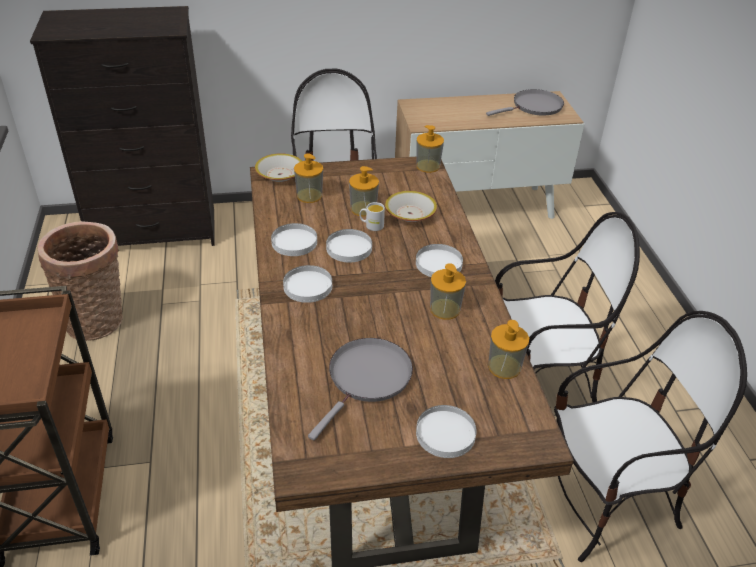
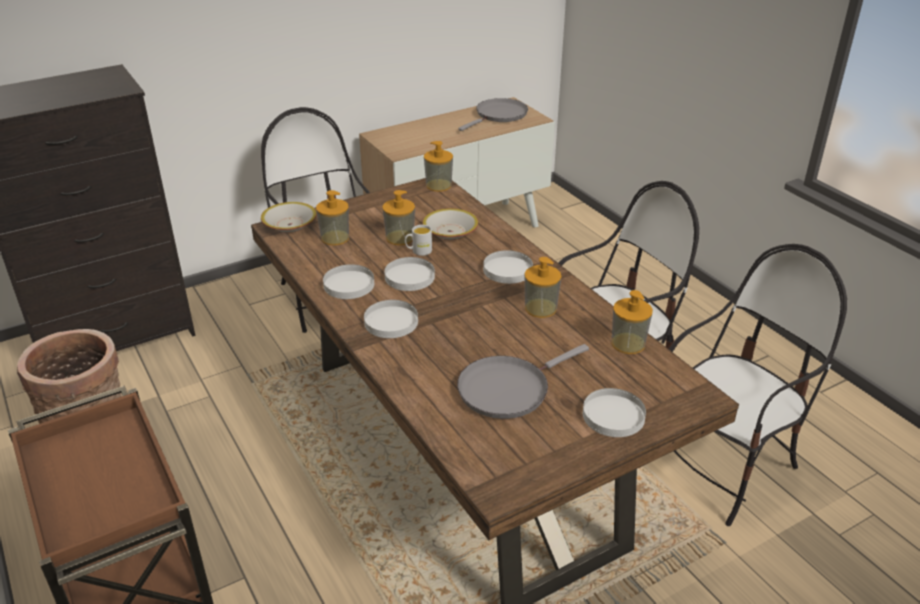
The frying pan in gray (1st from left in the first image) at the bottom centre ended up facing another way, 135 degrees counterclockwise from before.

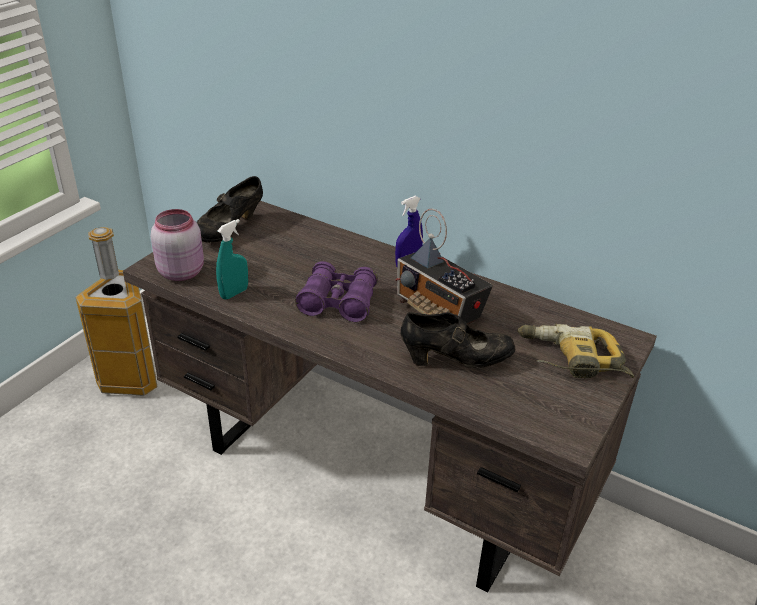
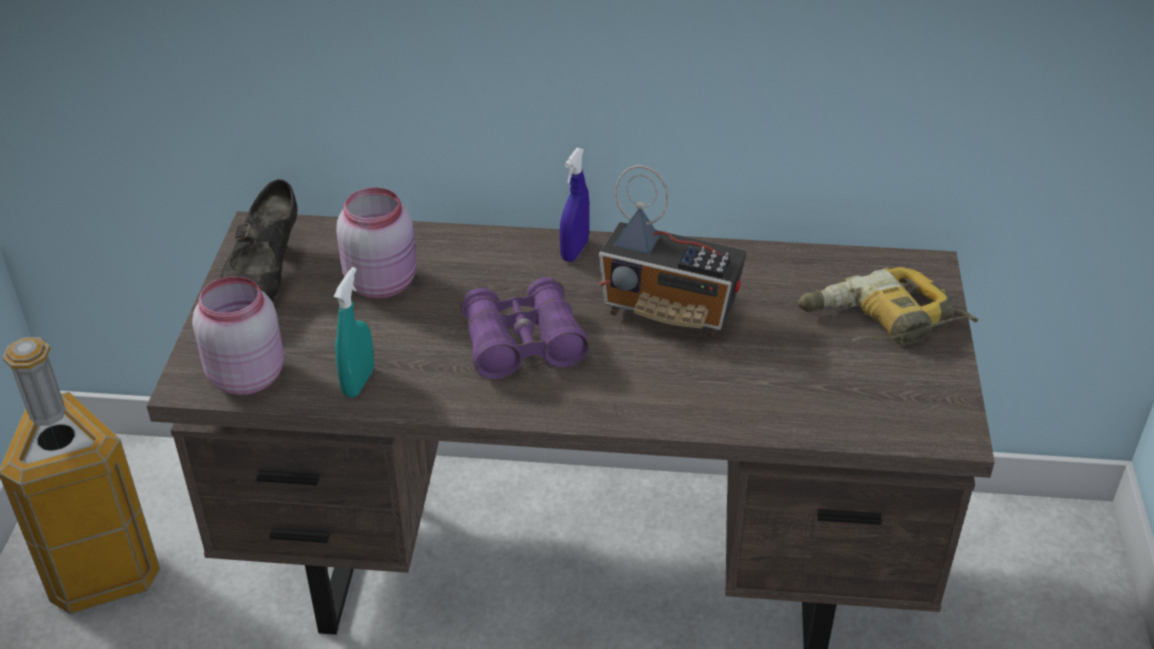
The second view gained the storage jar in pinkish (2nd from left) at the middle left. The second view lost the low shoe in black (2nd from left) at the centre.

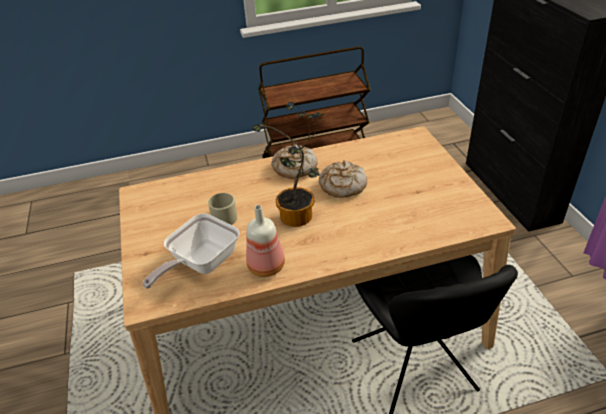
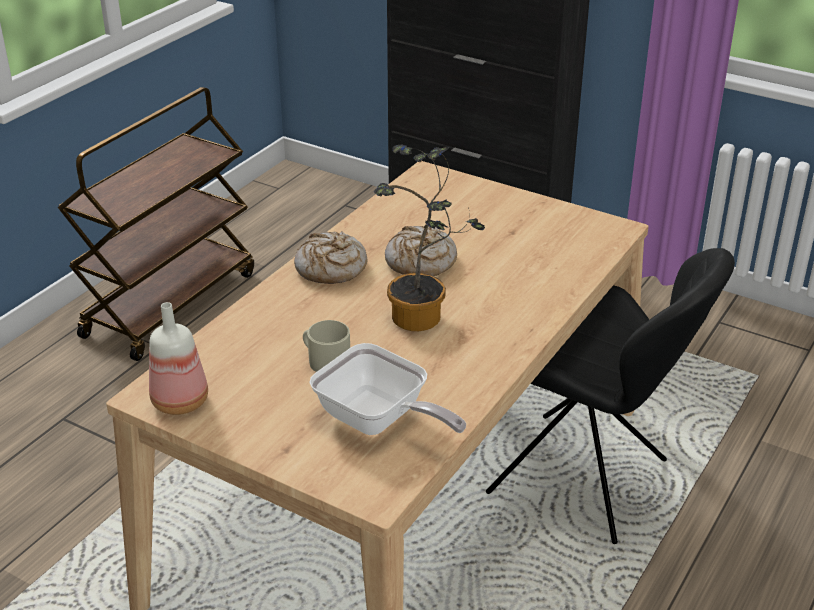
The beverage bottle ended up elsewhere, having gone from the centre to the middle left. The frying pan at the middle left ended up facing another way, 45 degrees counterclockwise from before.

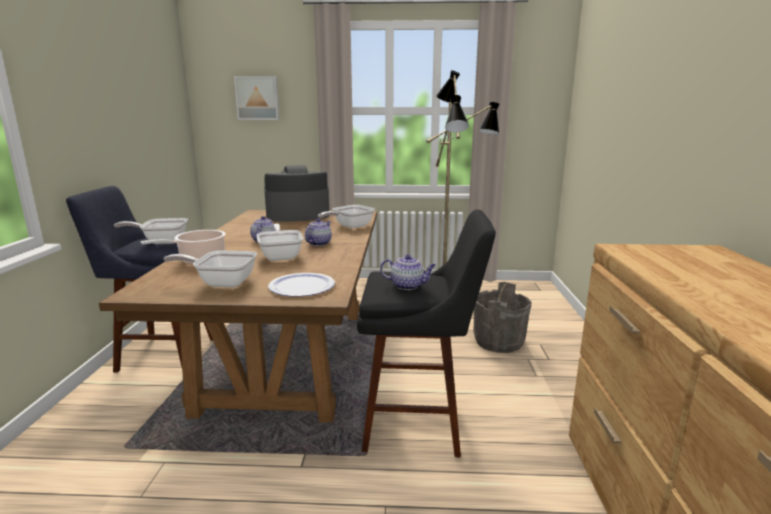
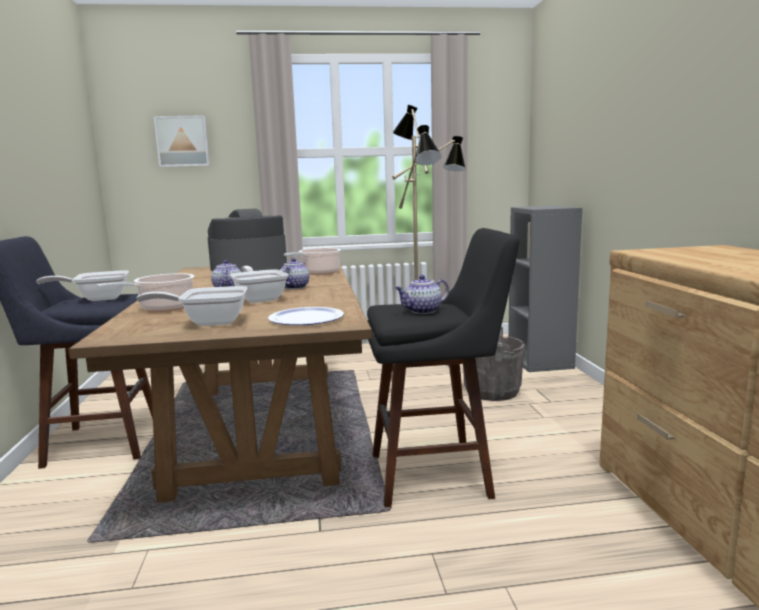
Where the frying pan (4th from left) stood at the centre, the saucepot (2nd from left) came to stand at the centre. The teapot (3rd from left) at the centre ended up facing another way, 150 degrees clockwise from before. The second view gained the shelving unit in gray at the middle right.

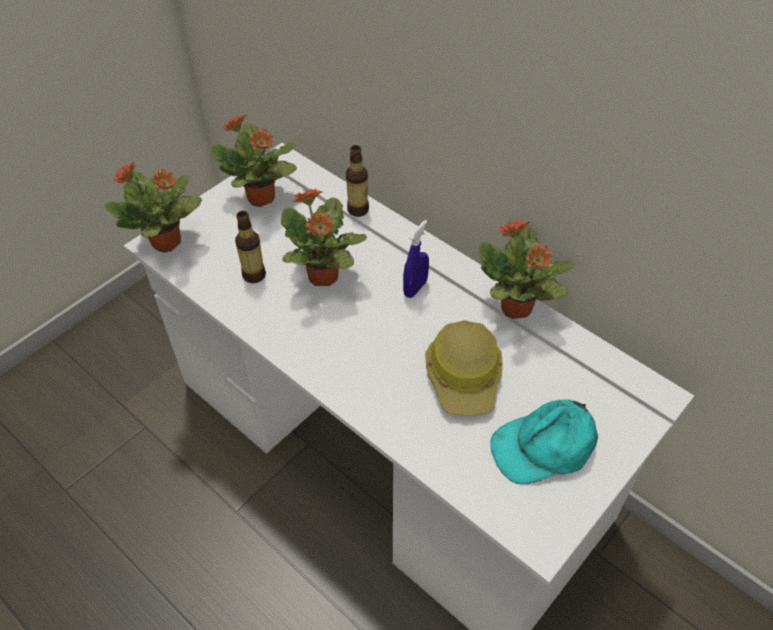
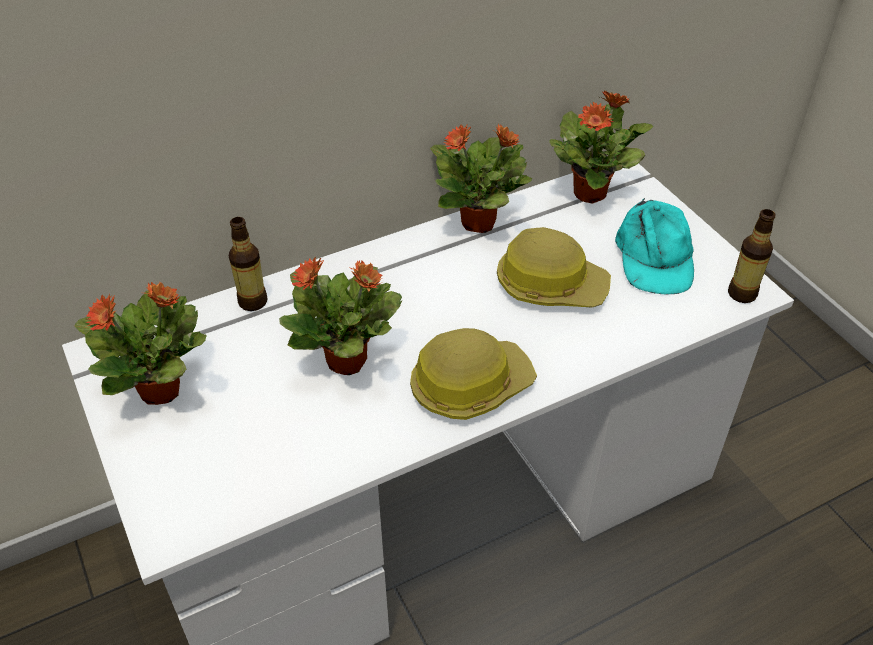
The second view gained the work helmet (1st from left) at the centre. The potted plant (1st from left in the first image) ended up elsewhere, having gone from the top left to the top right. The beverage bottle (1st from left in the first image) ended up elsewhere, having gone from the middle left to the middle right. The second view lost the spray bottle in blue-coloured at the centre.

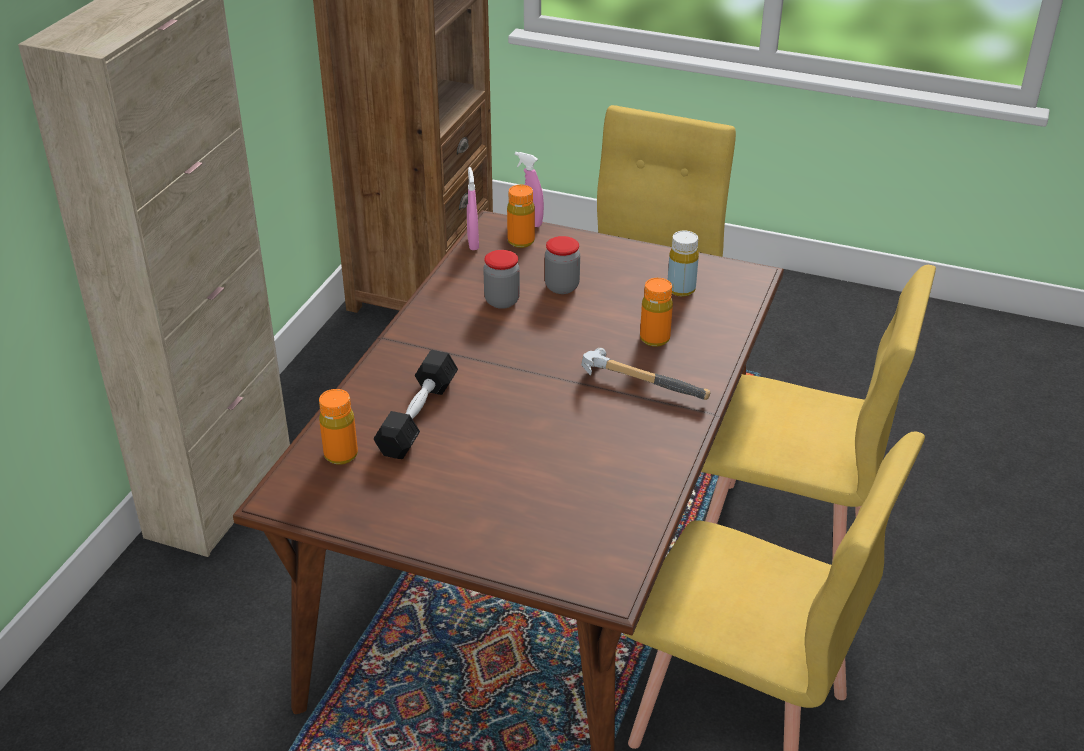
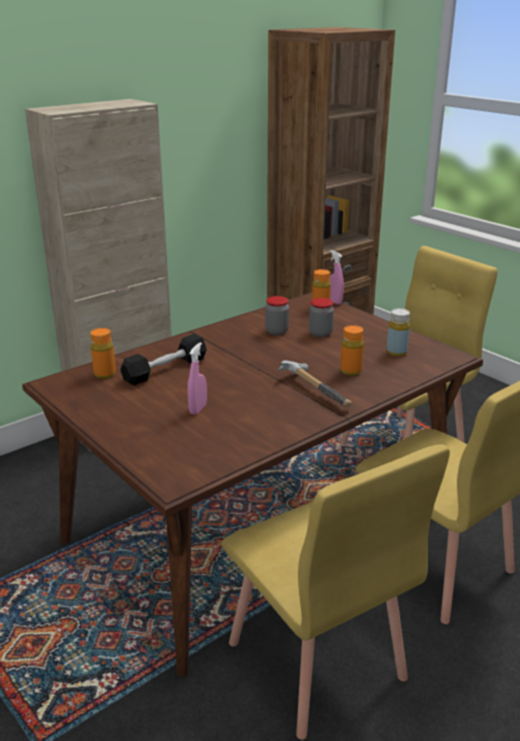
The spray bottle in pinkish (1st from left) ended up elsewhere, having gone from the top centre to the centre.

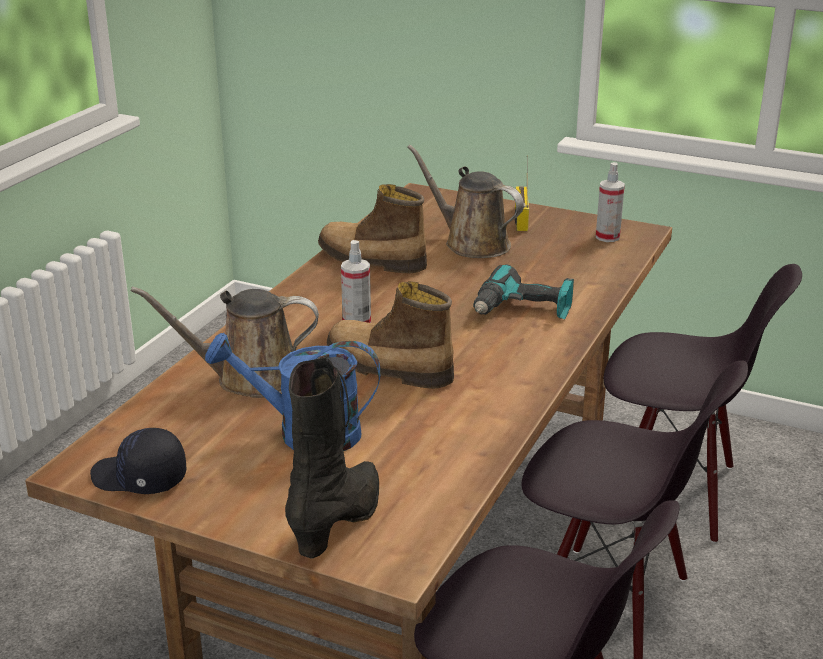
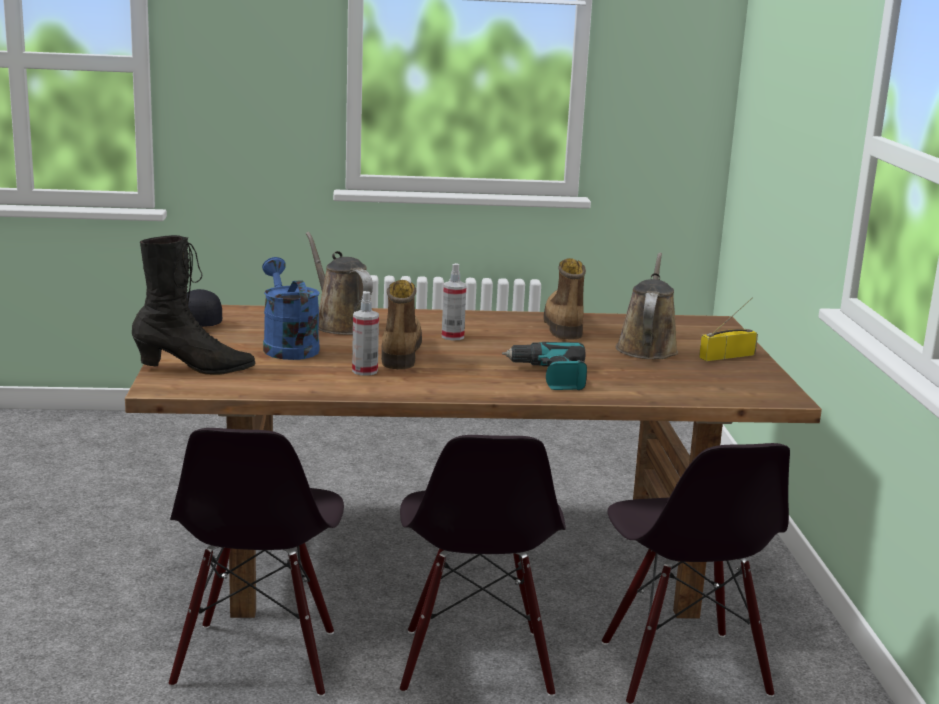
The spray bottle (2nd from left in the first image) ended up elsewhere, having gone from the top right to the centre.

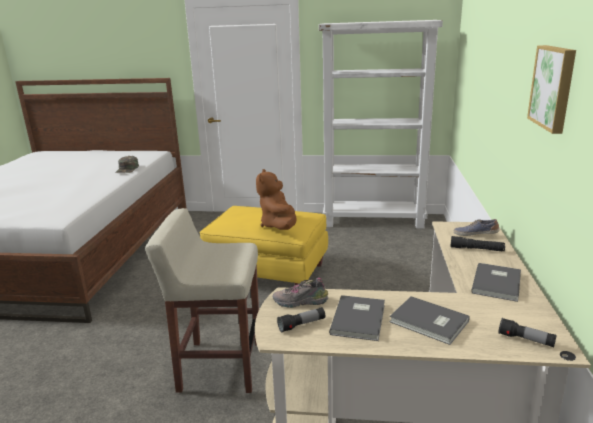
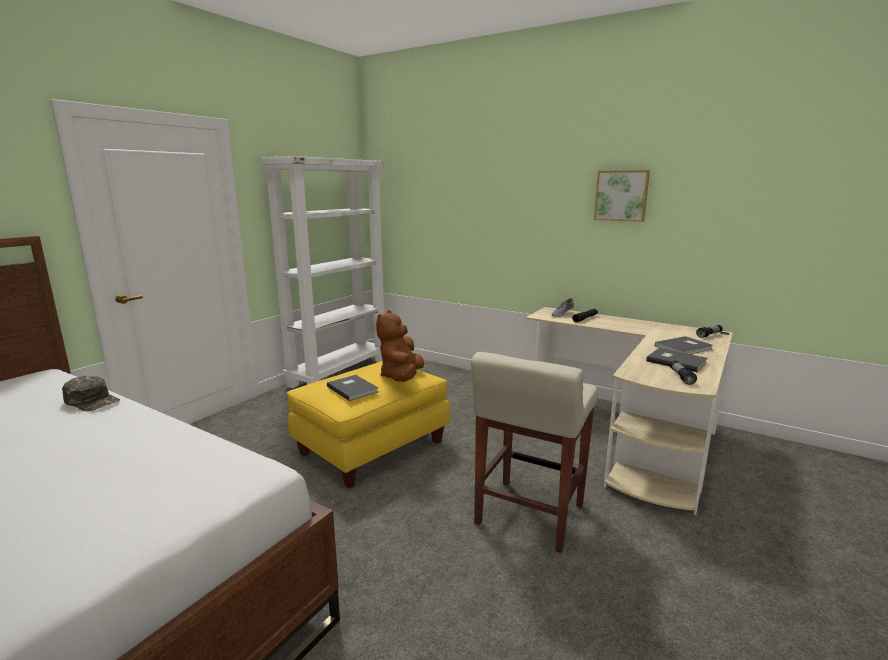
The book in gray (3rd from left in the first image) ended up elsewhere, having gone from the bottom right to the centre. The plush toy in brown at the centre ended up facing another way, 75 degrees clockwise from before. The second view lost the low shoe (1st from left) at the bottom centre.

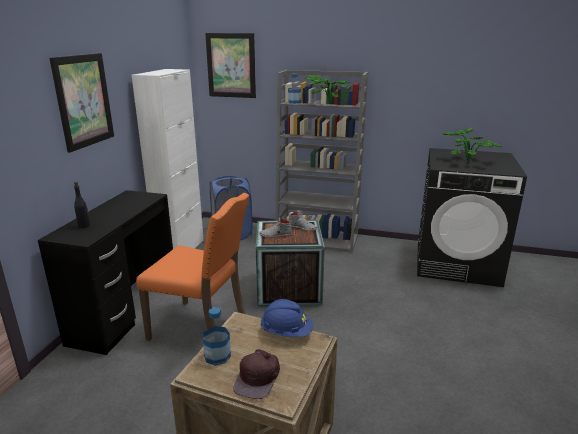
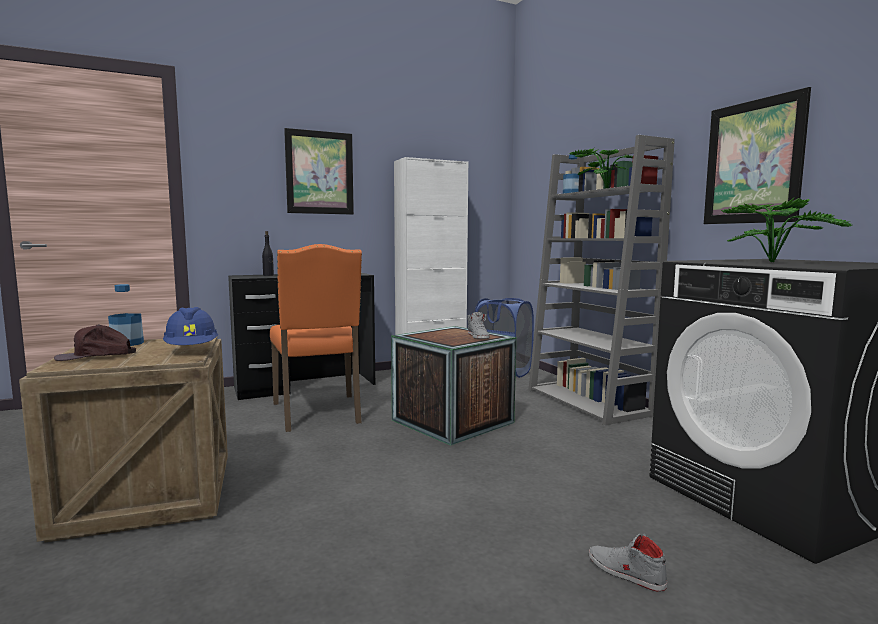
The low shoe in gray (1st from left in the first image) ended up elsewhere, having gone from the centre to the bottom right. The wall art (2nd from left) ended up elsewhere, having gone from the top centre to the top right.

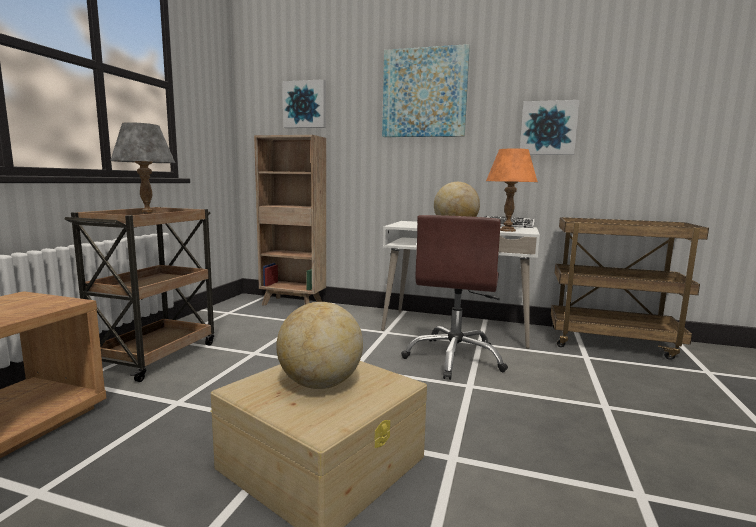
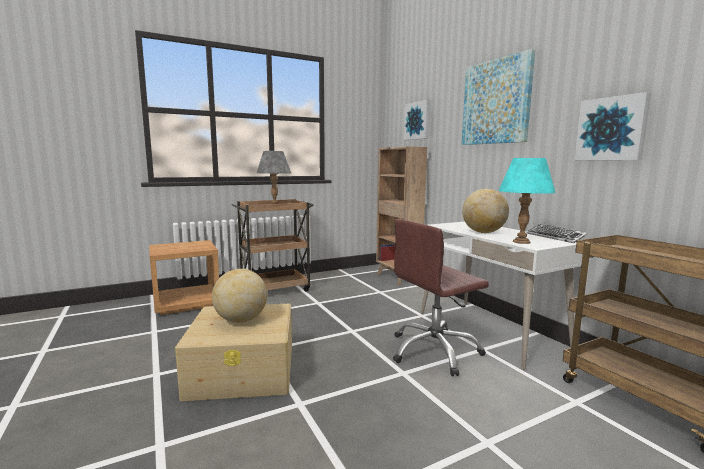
What was the lamp for a table in orange-coloured at the middle right turned into the lamp for a table in turquoise-coloured at the middle right.

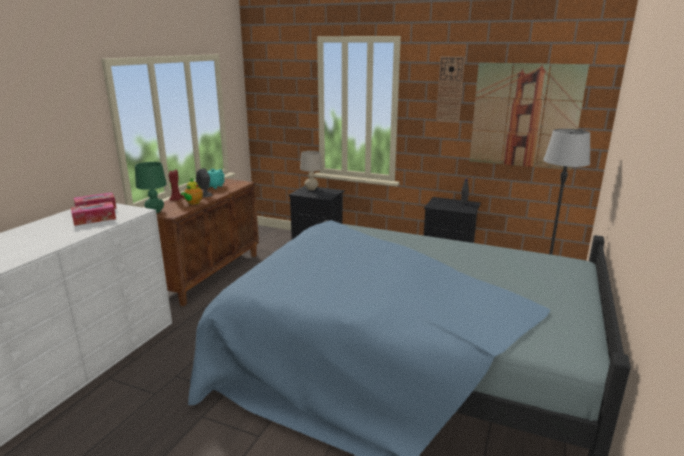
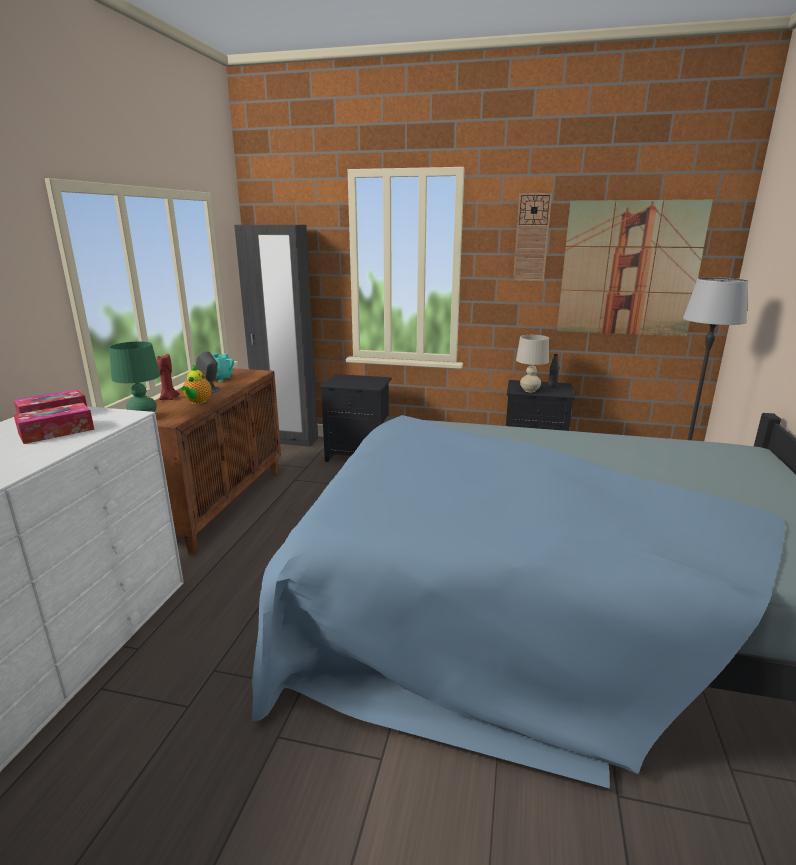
The second view gained the clothes cupboard in black at the centre. The lamp for a table in sand-coloured ended up elsewhere, having gone from the centre to the middle right.

